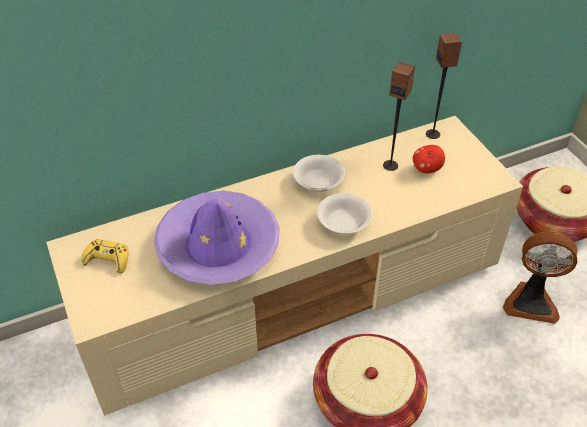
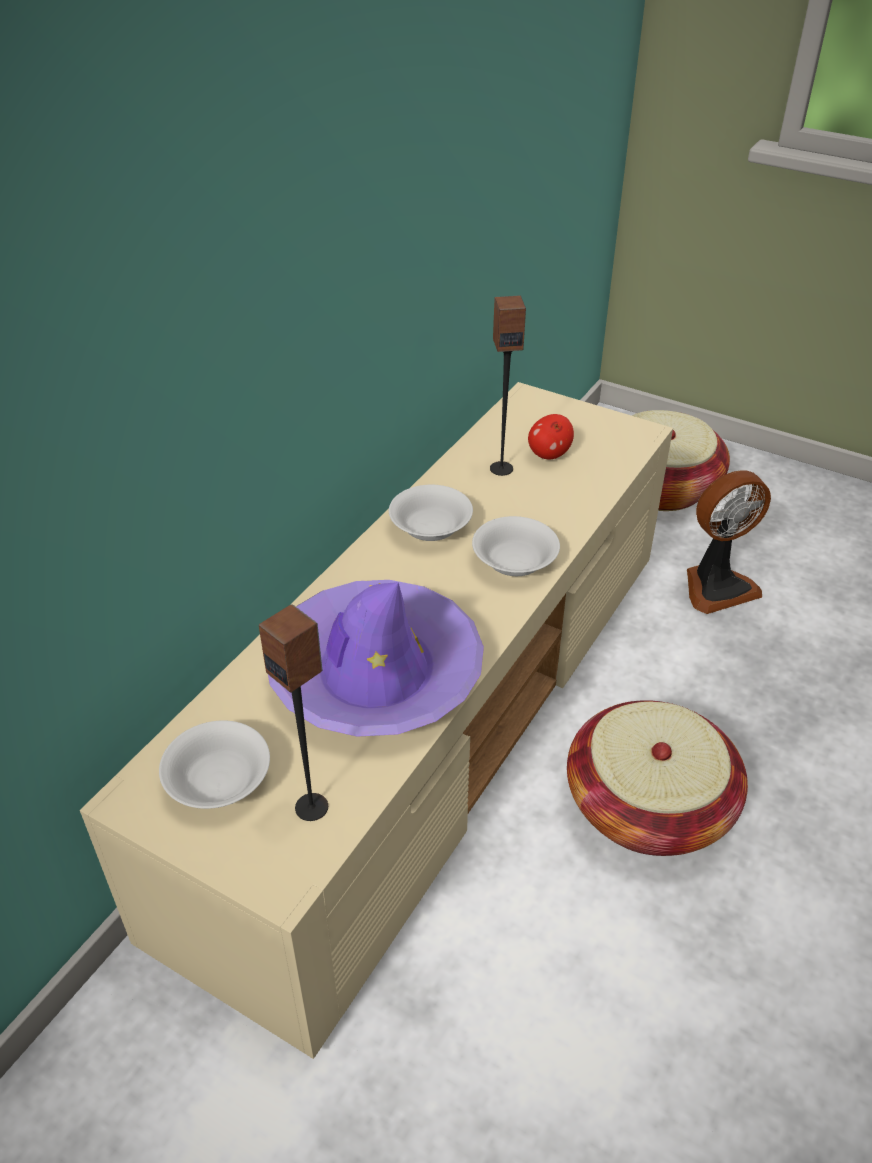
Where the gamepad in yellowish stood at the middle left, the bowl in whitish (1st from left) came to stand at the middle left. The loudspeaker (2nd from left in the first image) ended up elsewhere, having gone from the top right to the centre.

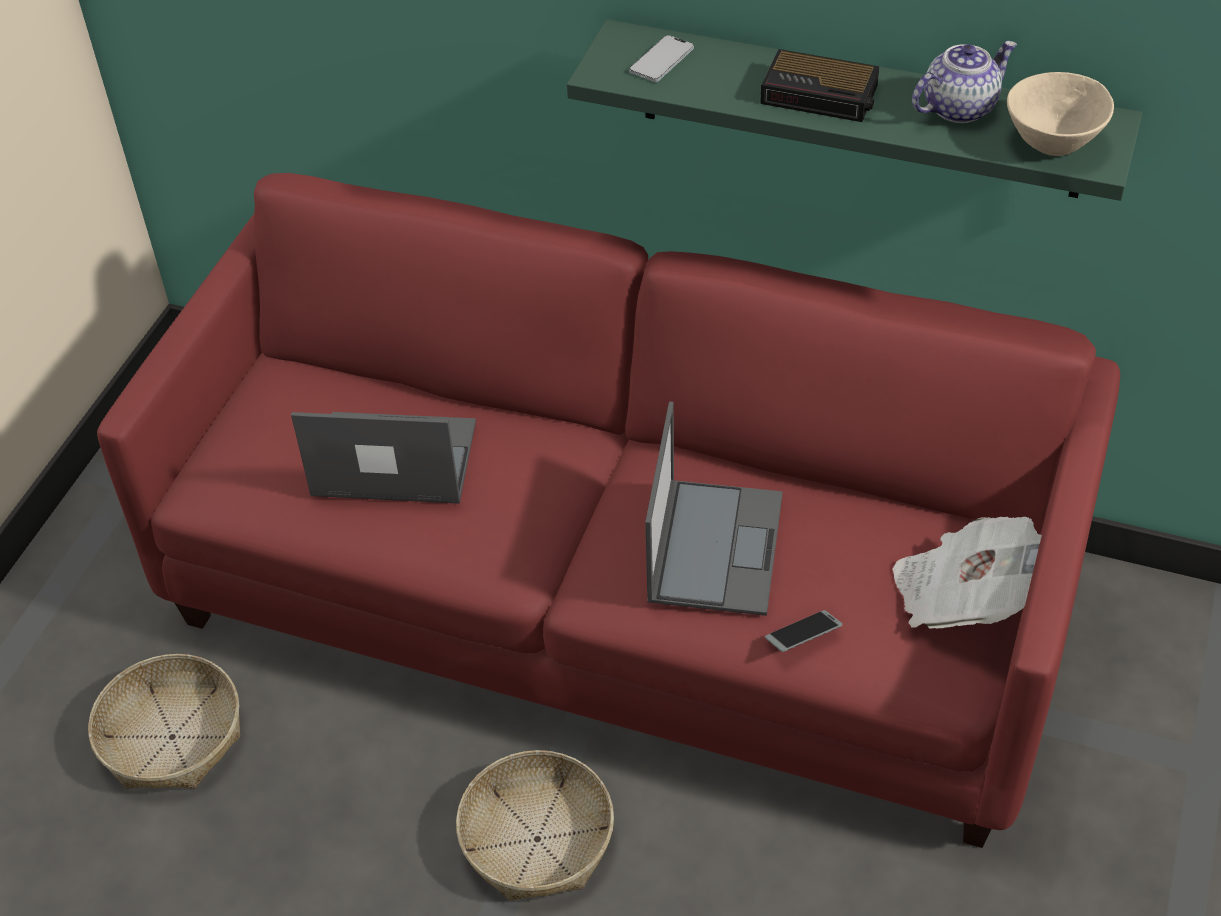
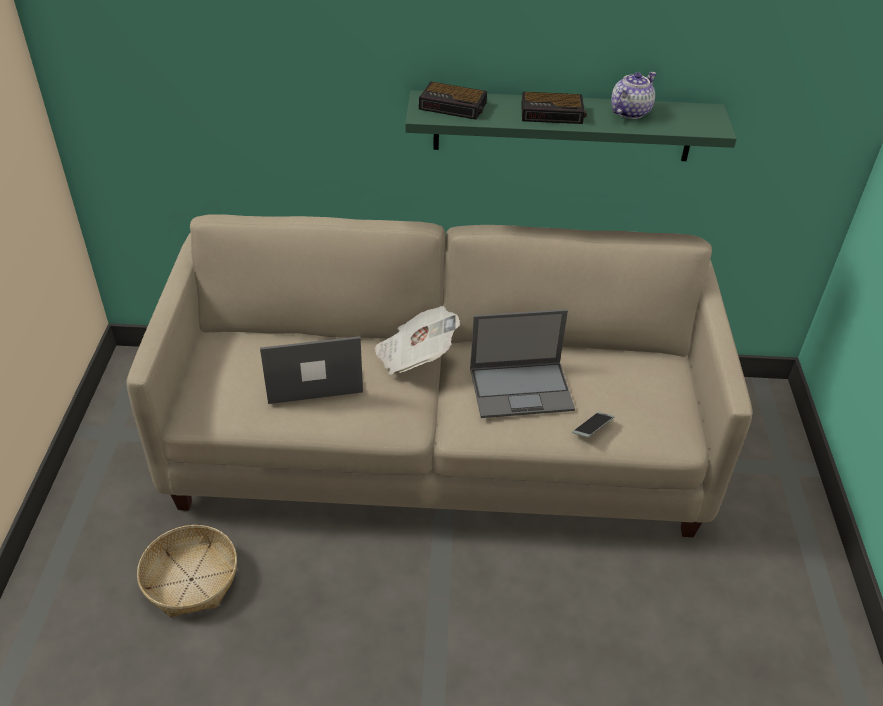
What was the settee in red-coloured at the centre turned into the settee in sand-coloured at the centre. The daily paper ended up elsewhere, having gone from the middle right to the centre. Where the handset (1st from left) stood at the top centre, the bedside clock (1st from left) came to stand at the top centre. The laptop (2nd from left) at the centre ended up facing another way, 90 degrees clockwise from before. The second view lost the household basket (2nd from left) at the bottom centre. The second view lost the bowl in sand-coloured at the top right.

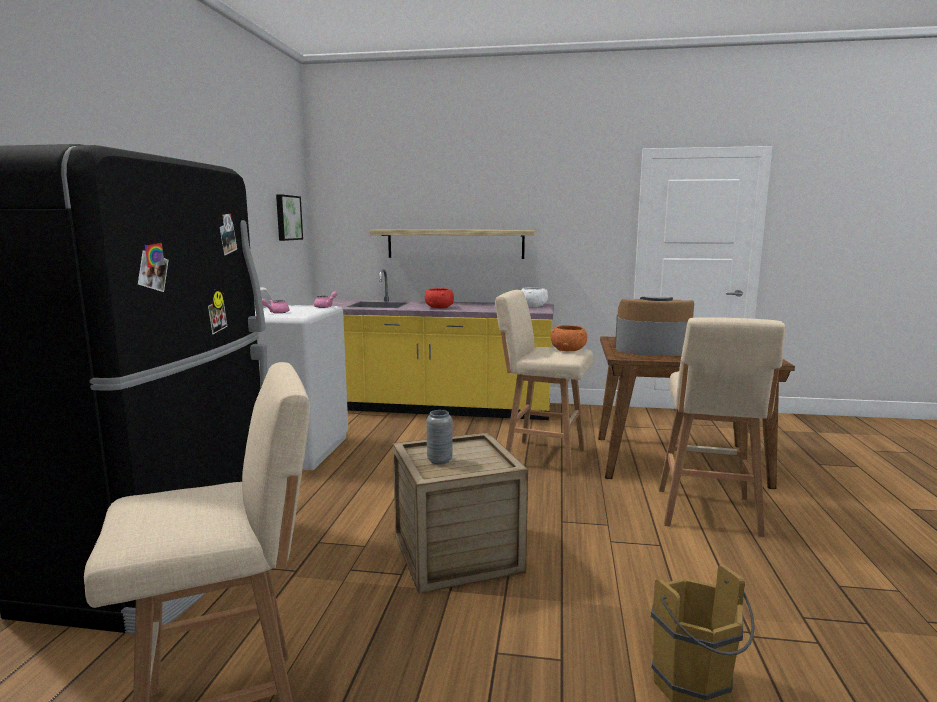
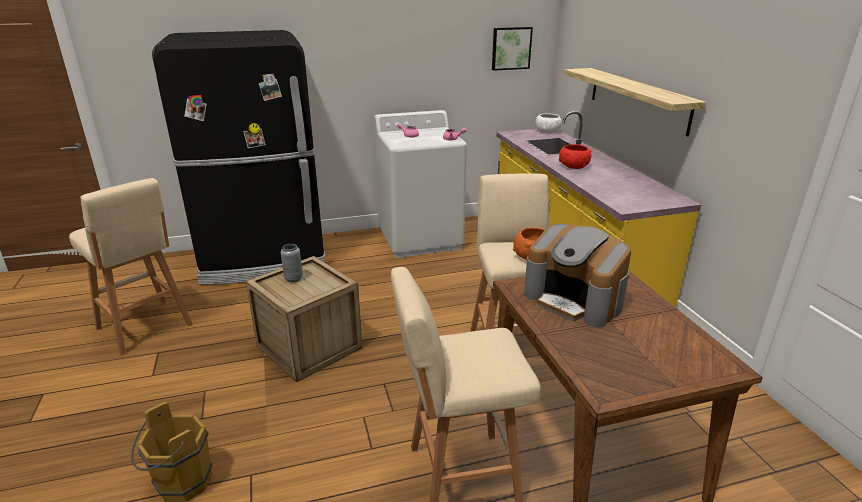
The coffee machine at the middle right ended up facing another way, 150 degrees clockwise from before. The bowl in whitish ended up elsewhere, having gone from the centre to the top centre.

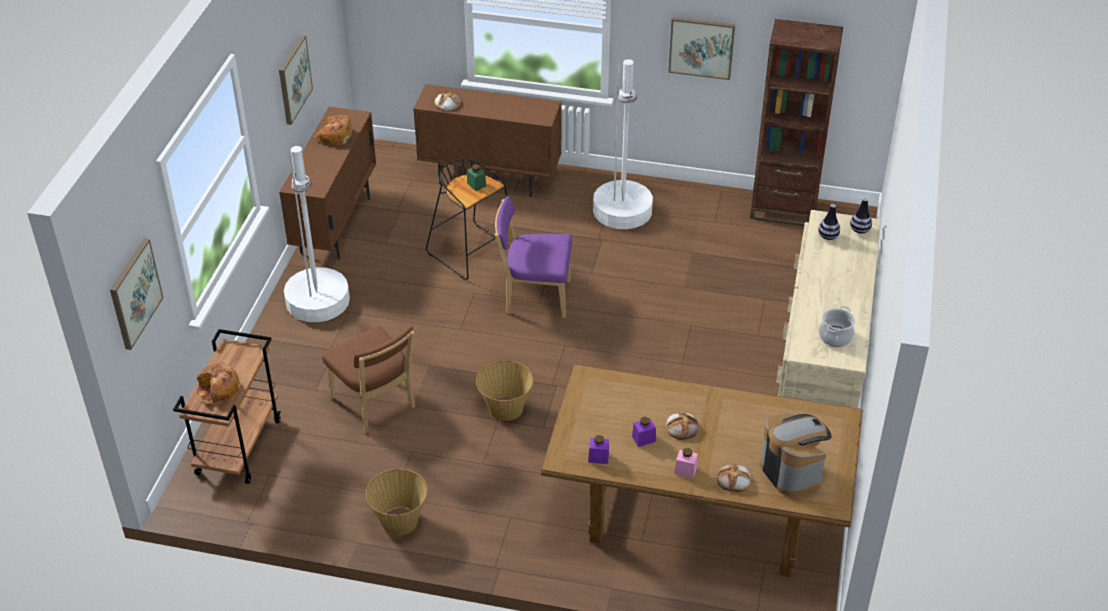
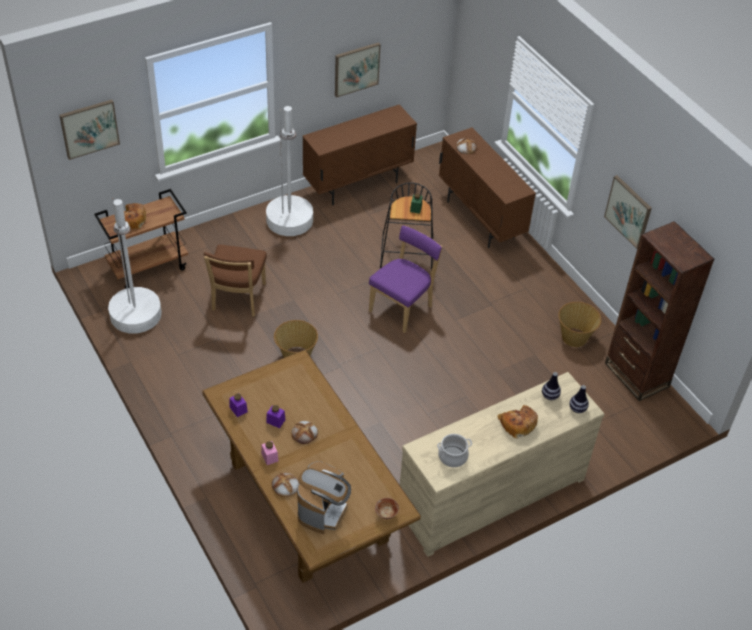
The standard lamp in whitish (2nd from left in the first image) ended up elsewhere, having gone from the top centre to the middle left. The chair in purple-coloured at the centre ended up facing another way, 75 degrees clockwise from before. The second view gained the bowl at the bottom centre. The bread (2nd from left in the first image) ended up elsewhere, having gone from the top left to the bottom right. The household basket (1st from left in the first image) ended up elsewhere, having gone from the bottom centre to the middle right.

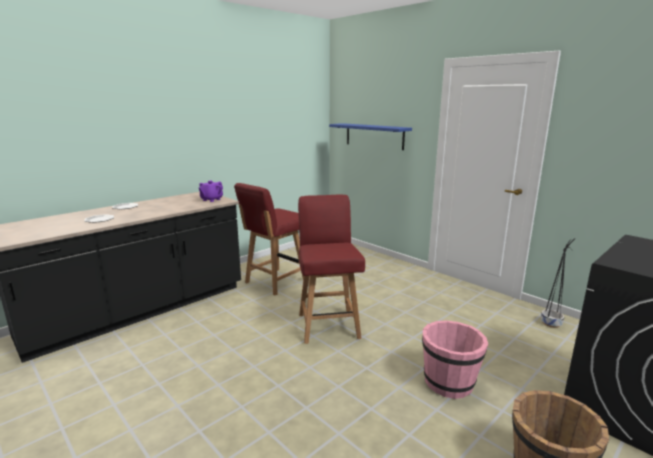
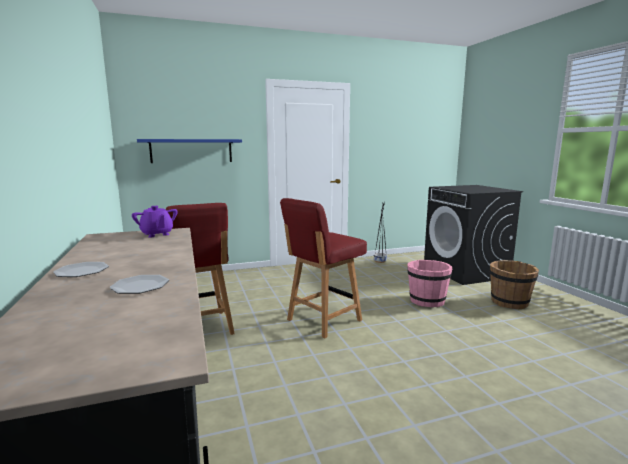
The chair in red-coloured (2nd from left) at the centre ended up facing another way, 60 degrees counterclockwise from before.

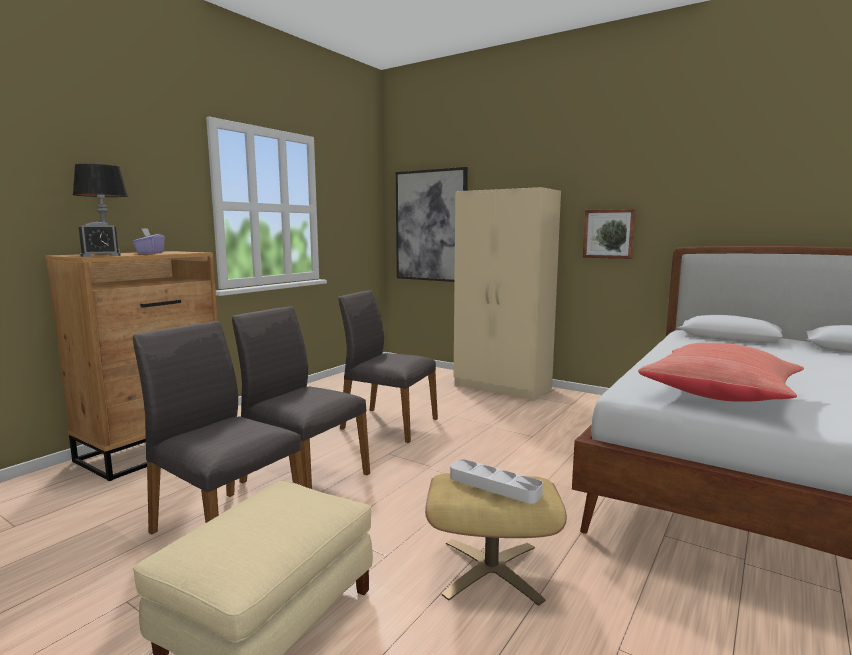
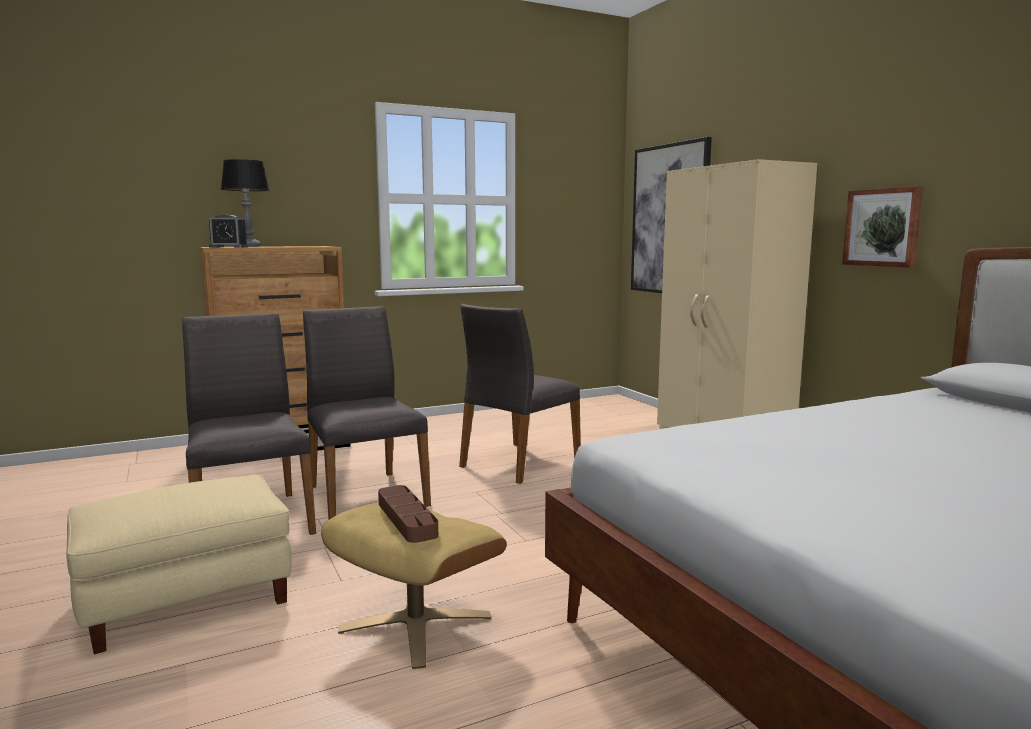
What was the carrying tray in gray at the bottom centre turned into the carrying tray in brown at the bottom centre. The chair in gray (3rd from left) at the centre ended up facing another way, 105 degrees counterclockwise from before. The second view lost the box of tissues in purple-coloured at the middle left. The second view lost the cushion in red-coloured at the middle right.

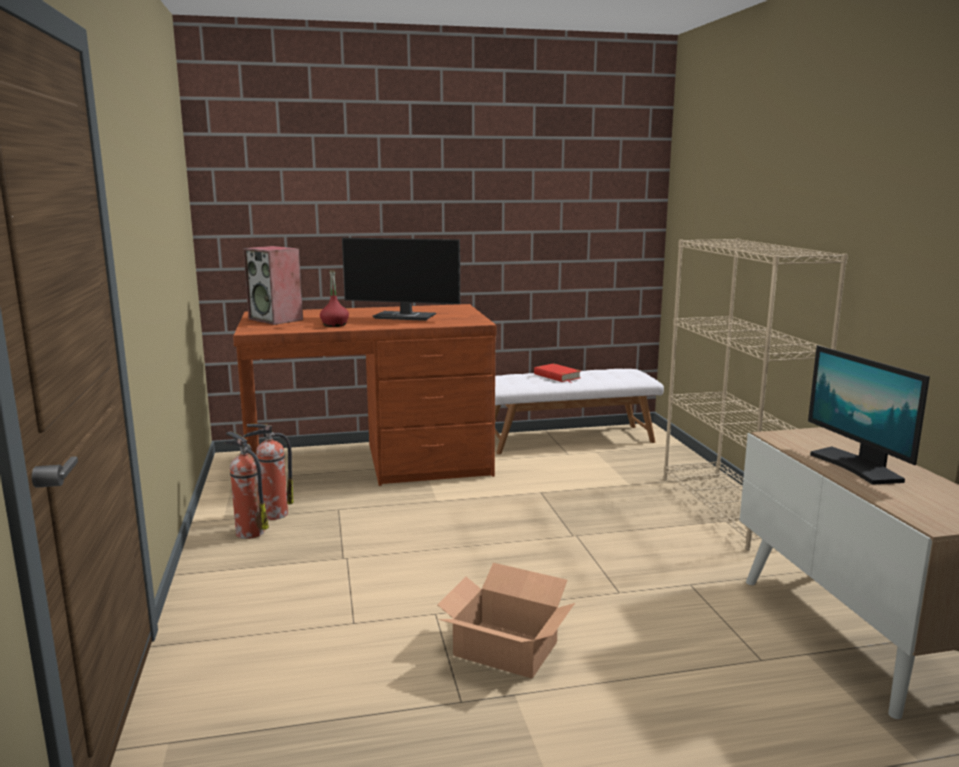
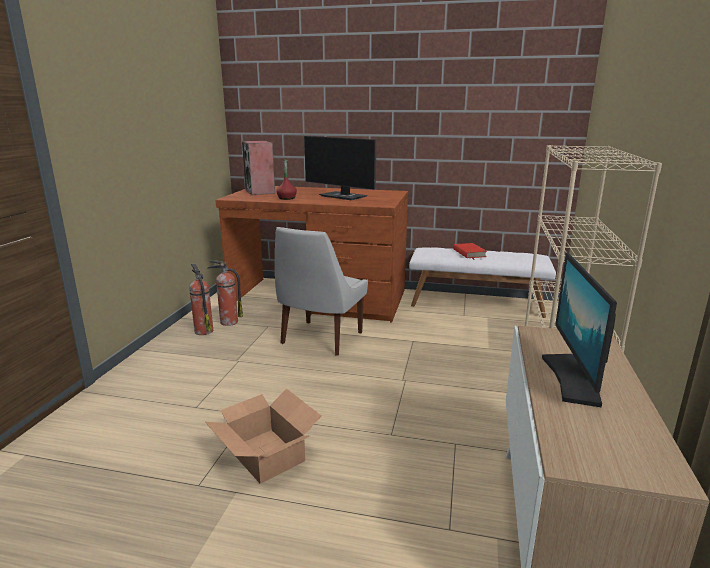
The second view gained the chair in whitish at the centre.

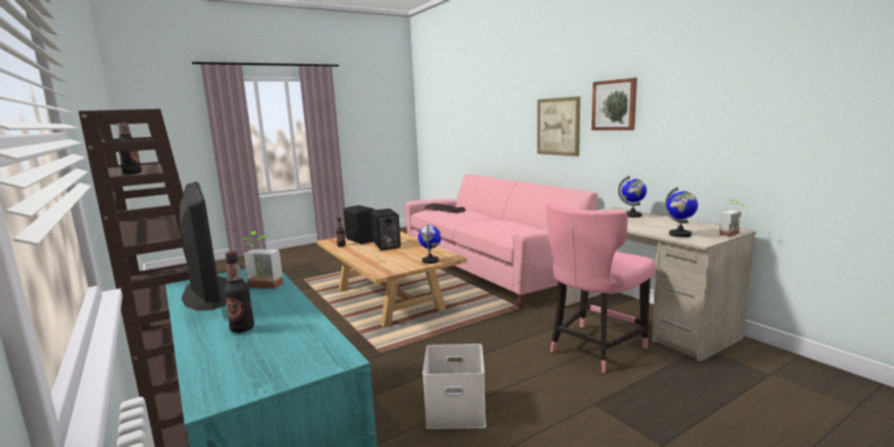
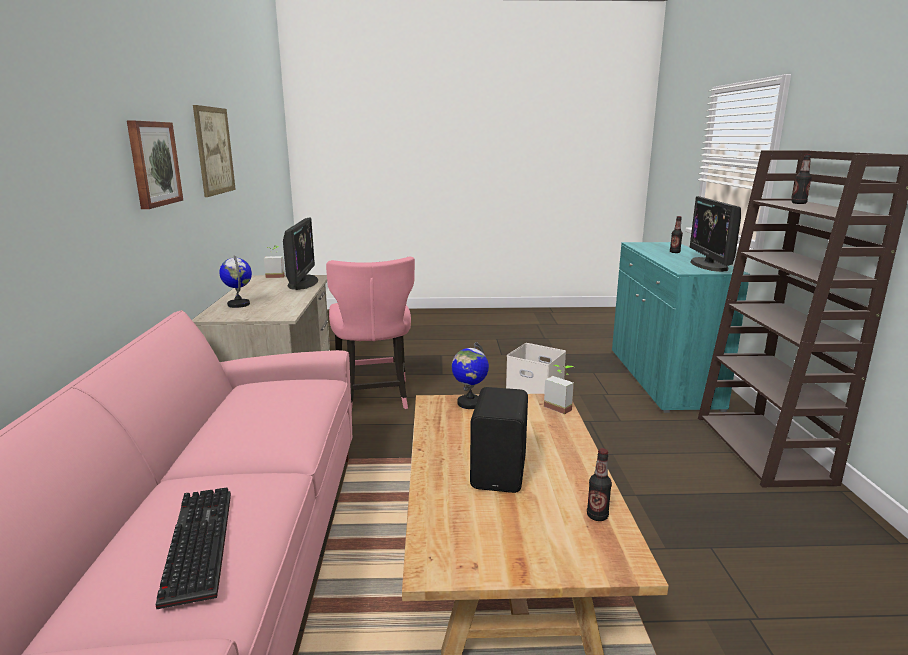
The wall art (1st from left in the first image) ended up elsewhere, having gone from the top centre to the top left. Where the world globe (3rd from left) stood at the middle right, the monitor (1st from left) came to stand at the middle left. The chair in pinkish at the middle right ended up facing another way, 90 degrees clockwise from before. The potted plant (1st from left in the first image) ended up elsewhere, having gone from the middle left to the centre. The second view lost the loudspeaker in black (1st from left) at the centre.

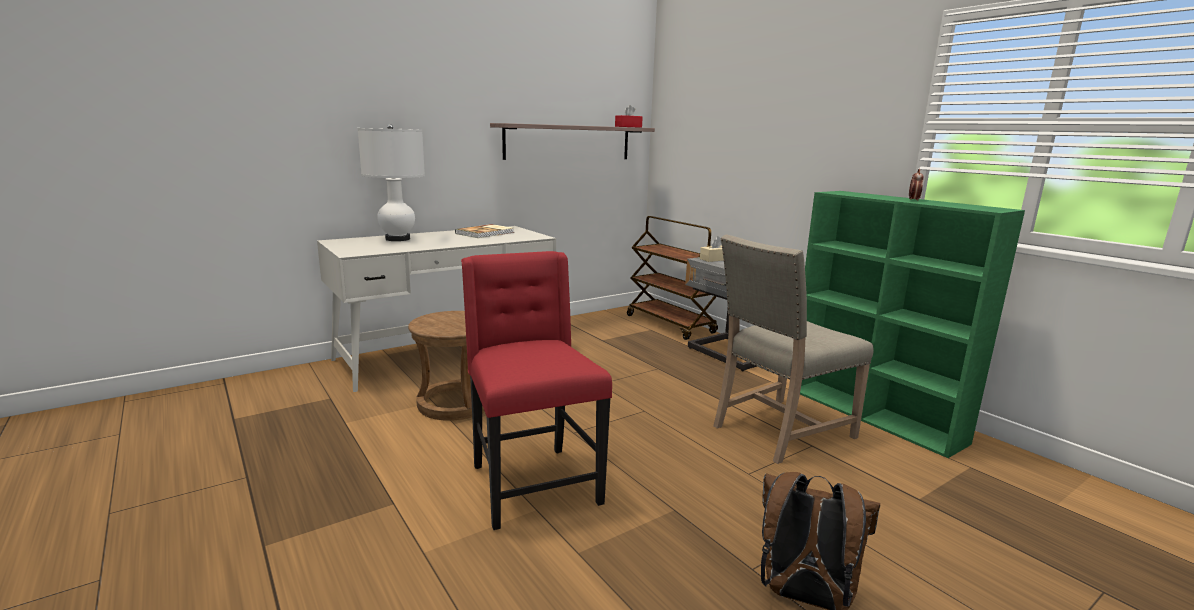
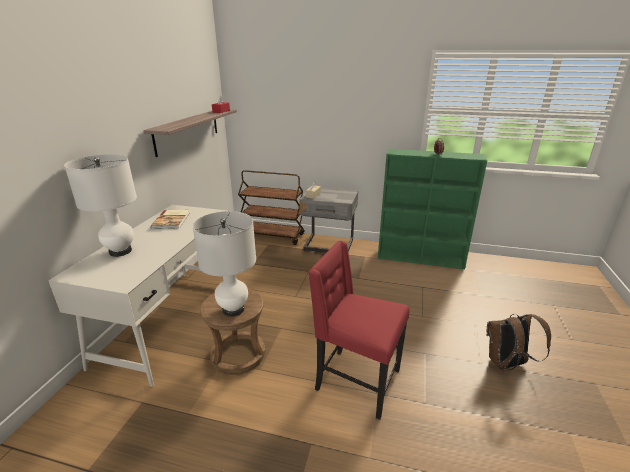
The second view gained the lamp for a table in whitish (2nd from left) at the centre. The second view lost the chair in sand-coloured at the centre.

